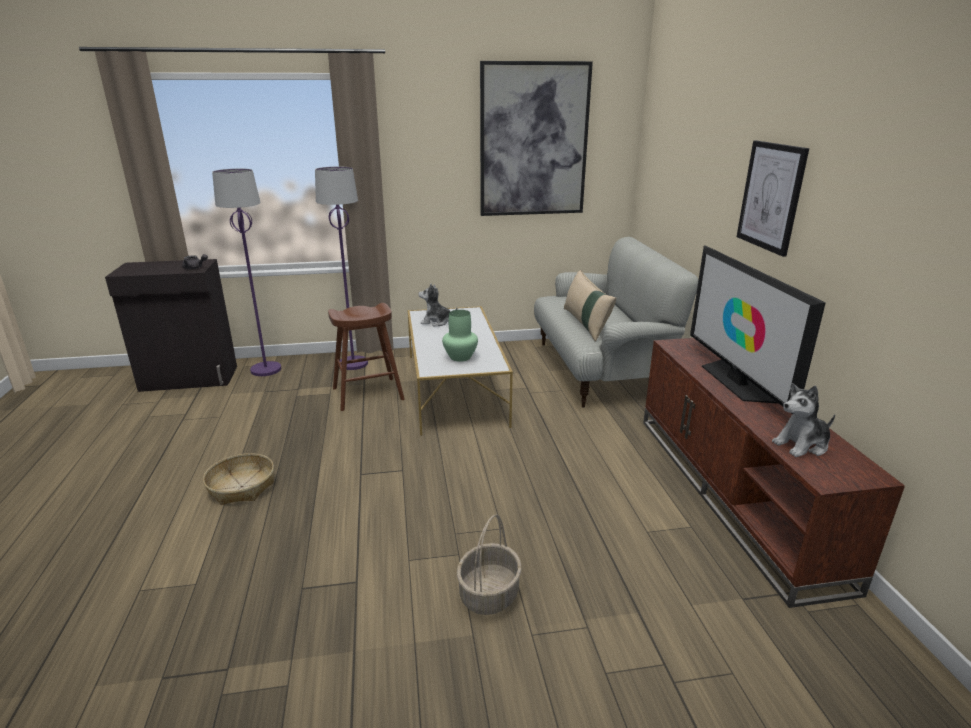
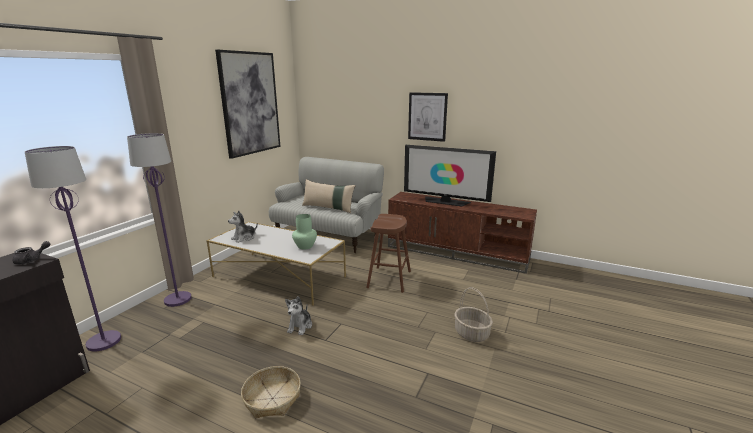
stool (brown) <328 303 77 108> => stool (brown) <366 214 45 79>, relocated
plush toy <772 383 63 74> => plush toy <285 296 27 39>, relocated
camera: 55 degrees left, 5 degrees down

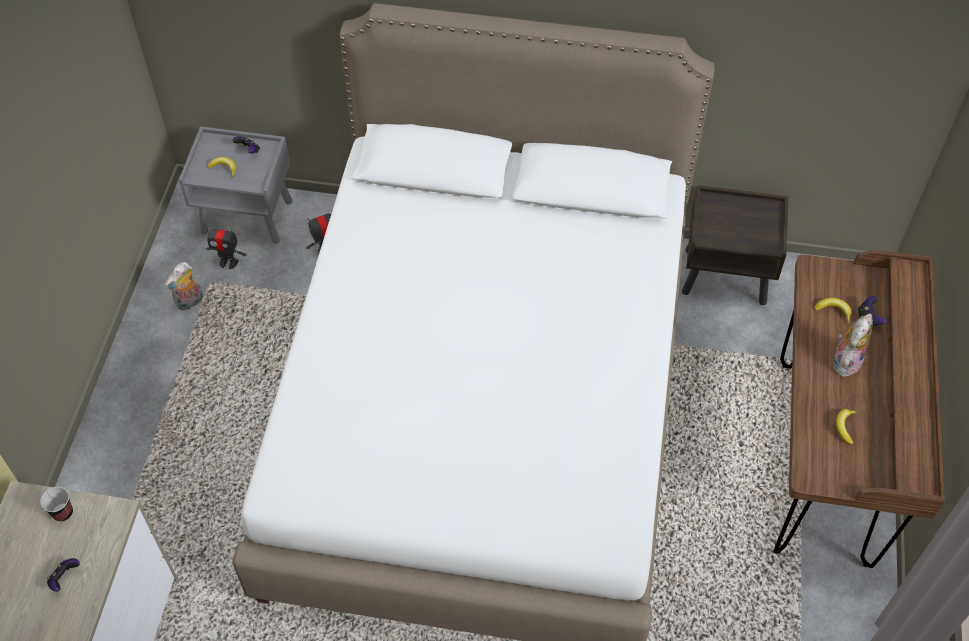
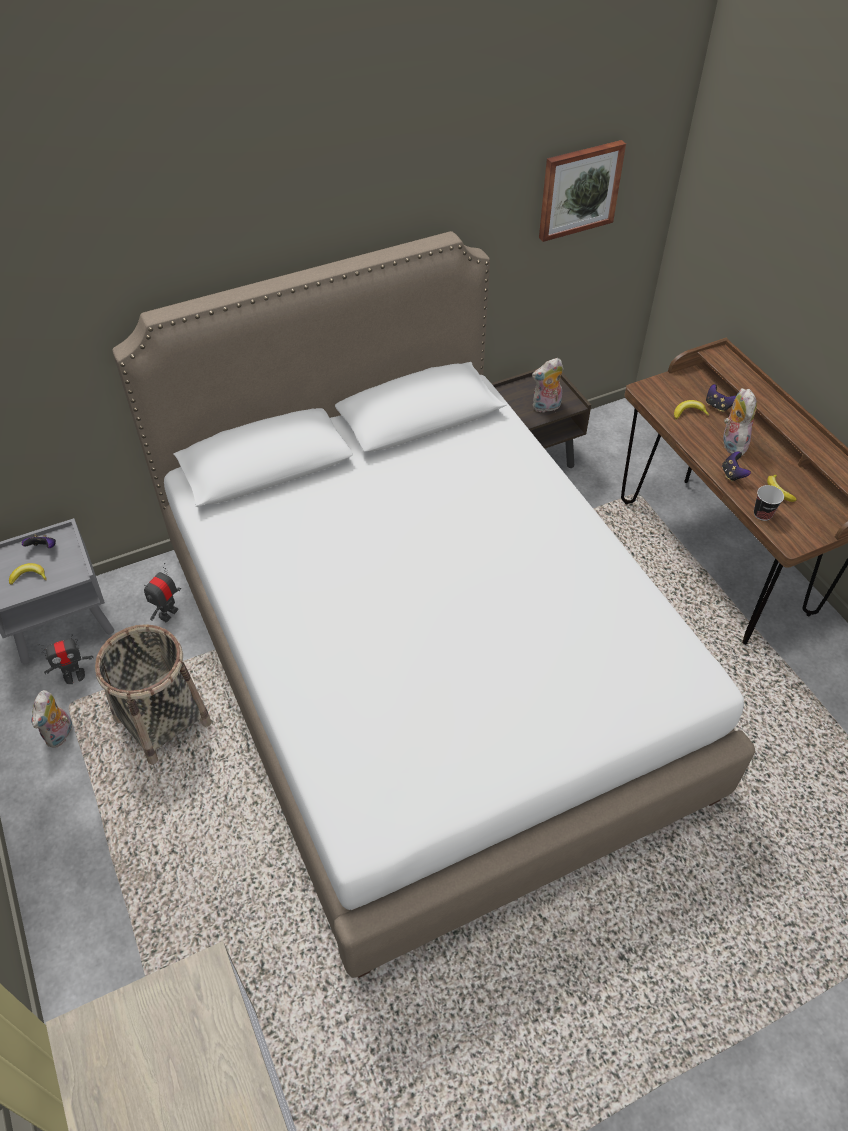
nothing => basket <95 624 117 141>
nothing => plush toy <532 358 32 55>
nothing => picture <539 140 87 102>
cup <40 487 33 35> => cup <754 485 30 36>, relocated
game controller <47 558 33 34> => game controller <722 451 29 31>, relocated
camera: 35 degrees left, 5 degrees down

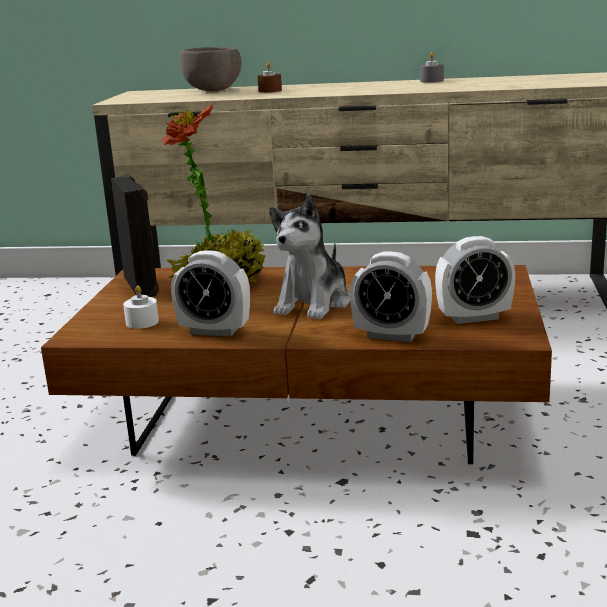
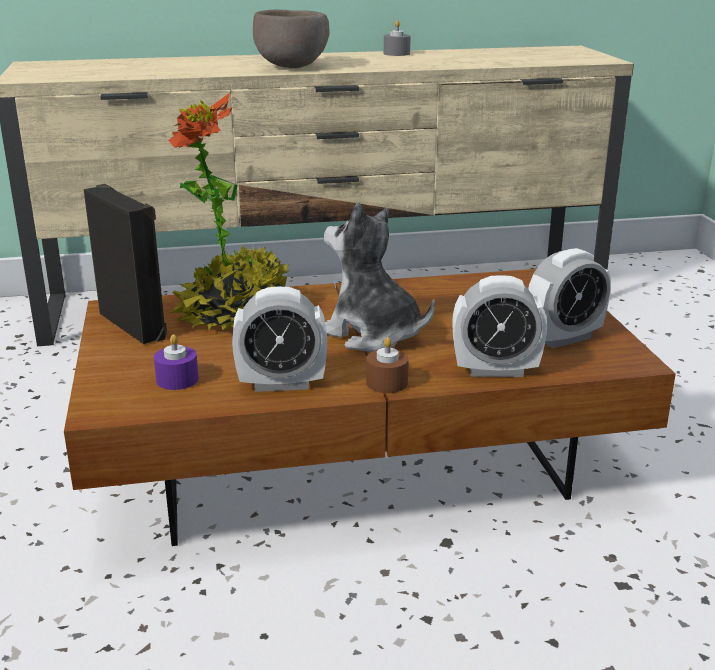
bowl (brown) <180 47 61 44> => bowl (brown) <253 10 77 58>, relocated
candle (brown) <257 62 25 31> => candle (brown) <366 337 43 56>, relocated
candle (white) <123 285 36 44> => candle (purple) <154 334 45 56>
plush toy <269 194 81 126> => plush toy <324 202 111 150>, 120 degrees clockwise
camera: 20 degrees left, 5 degrees up

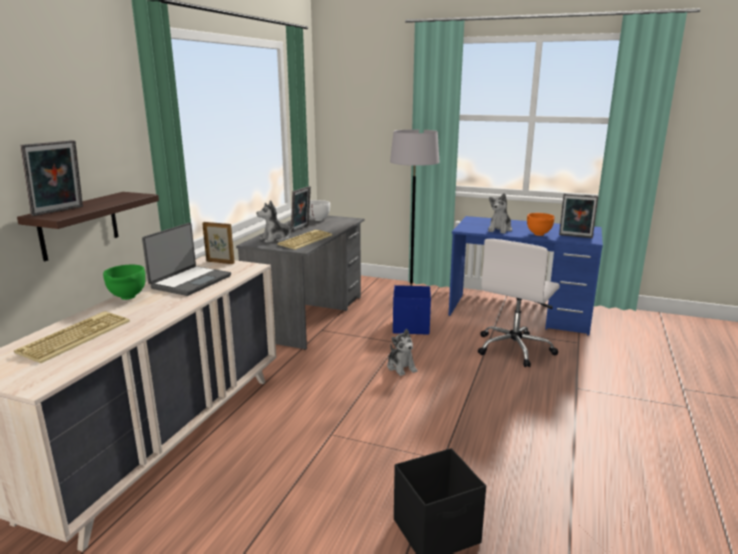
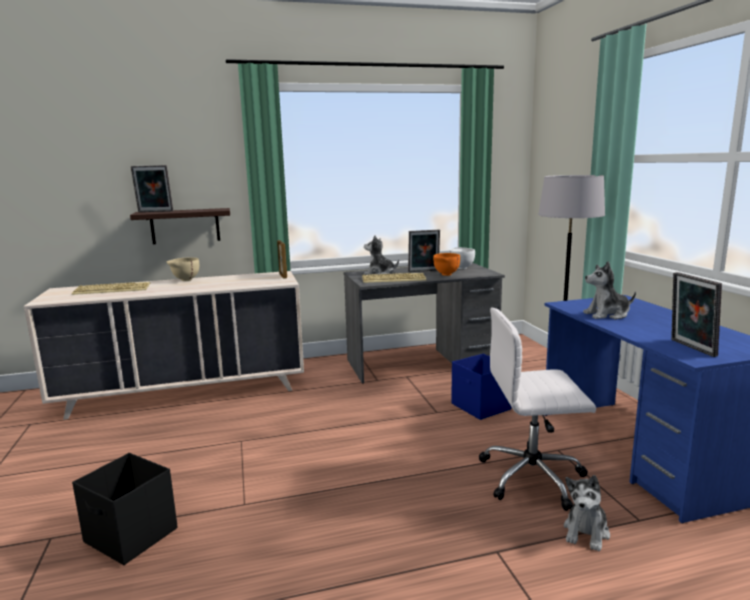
laptop <142 223 89 73> => nothing
plush toy <387 329 30 47> => plush toy <564 475 46 76>, relocated
bowl (orange) <527 213 27 23> => bowl (orange) <433 253 27 23>, relocated
bowl (green) <103 265 43 35> => bowl (beige) <167 257 32 24>
camera: 55 degrees right, 5 degrees down

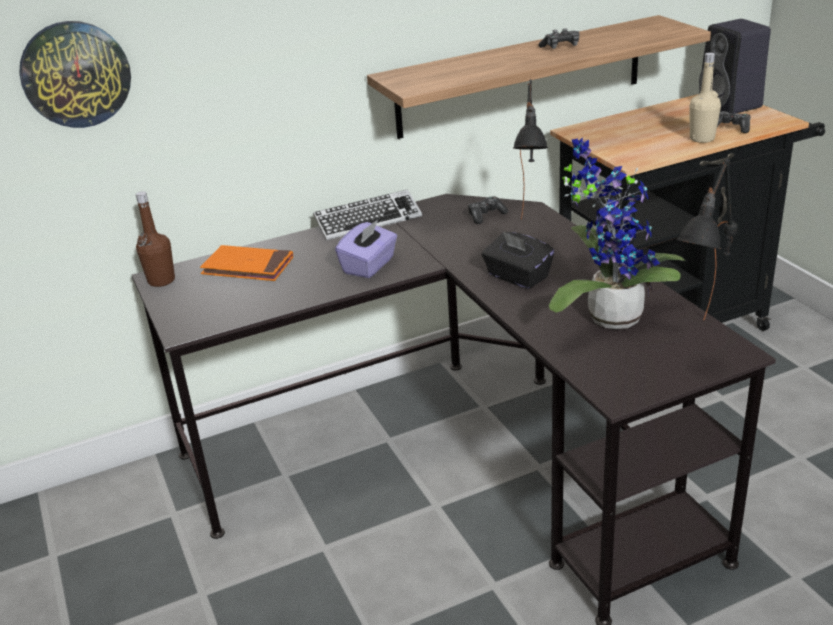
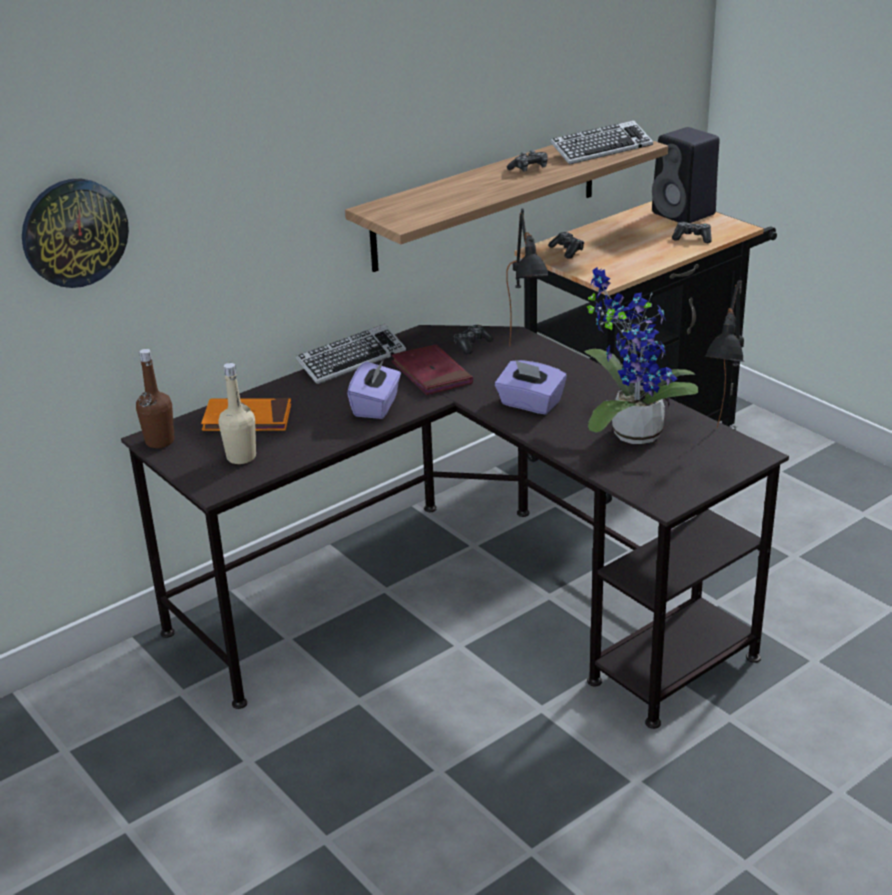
nothing => book (red) <391 344 82 51>
nothing => game controller <548 232 36 27>
nothing => keyboard <550 120 103 45>
bottle (beige) <690 52 31 91> => bottle (beige) <218 363 38 101>, relocated
tissue box (black) <482 231 73 58> => tissue box (purple) <495 360 72 55>
camera: 15 degrees left, 0 degrees up

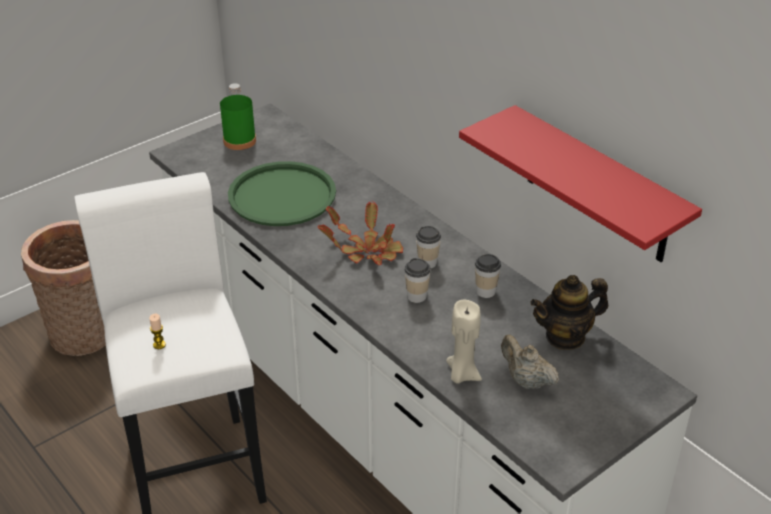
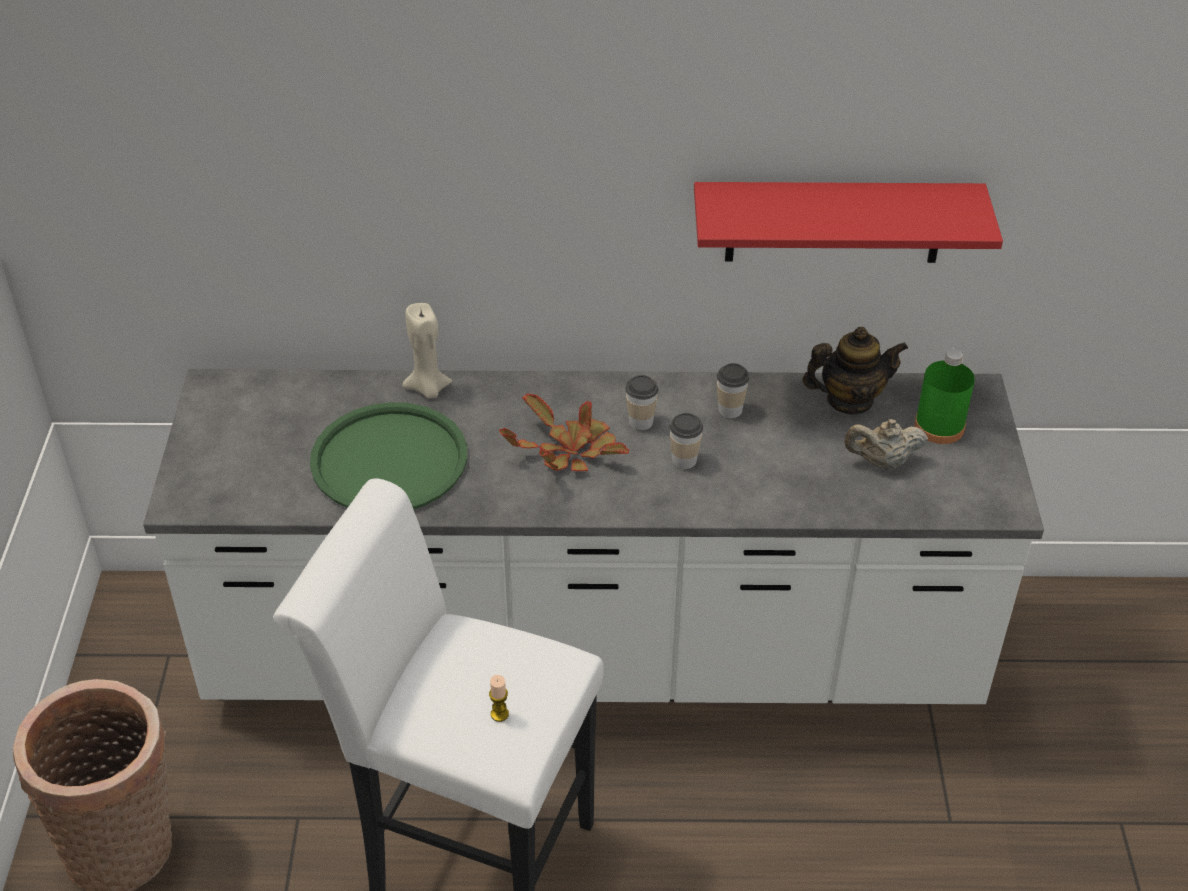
bottle (green) <220 83 36 67> => bottle (green) <914 349 61 95>, relocated
candle (beige) <446 300 36 84> => candle (beige) <403 303 49 95>, relocated
teapot <530 275 78 75> => teapot <802 327 106 88>, 120 degrees counterclockwise
camera: 50 degrees left, 5 degrees up

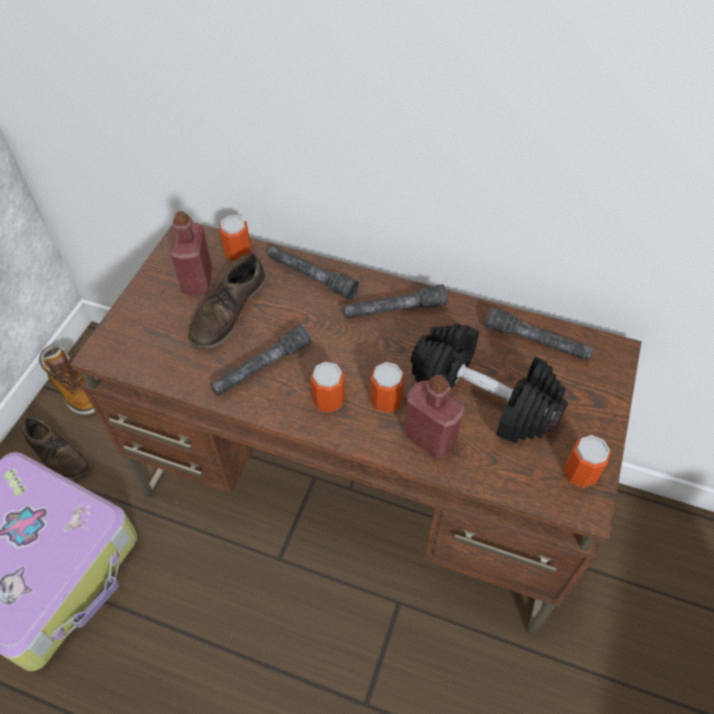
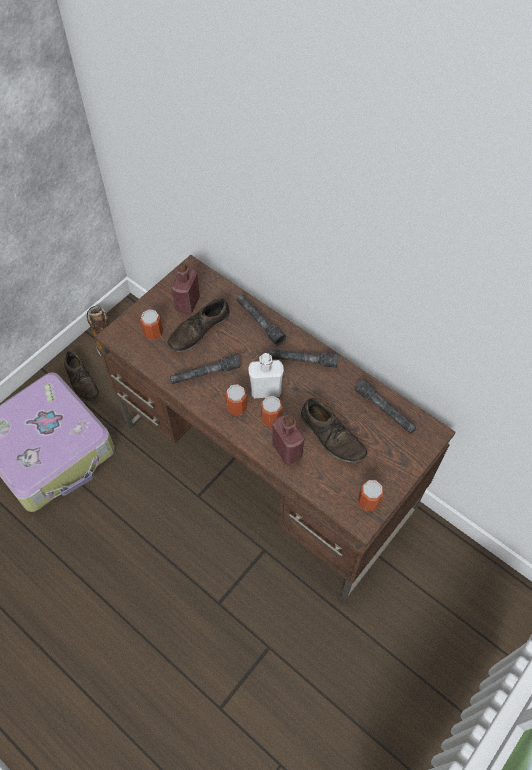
nothing => bottle (white) <248 353 36 45>
can <220 215 31 47> => can <140 309 23 31>, relocated
dumbbell (black) <411 323 157 120> => shoe (brown) <301 398 66 65>
camera: 20 degrees right, 5 degrees up

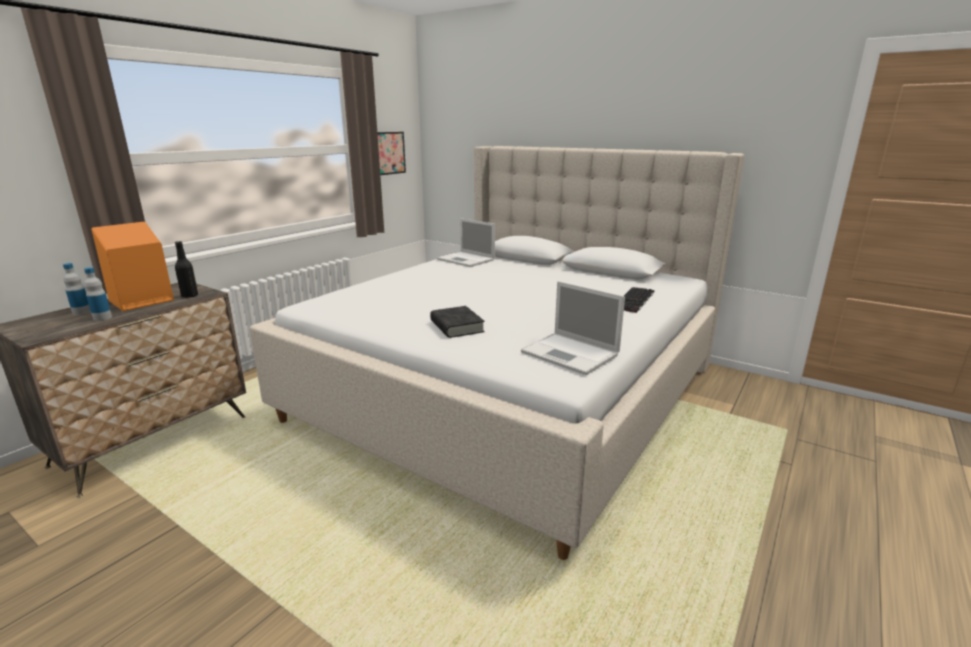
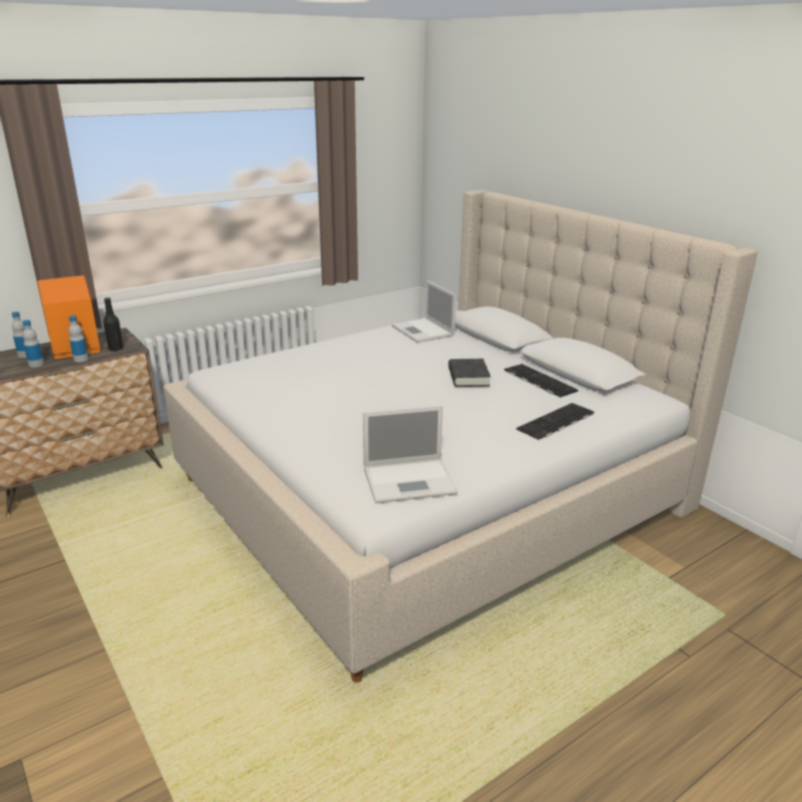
picture <377 132 29 43> => nothing
nothing => bottle <69 316 20 46>
nothing => keyboard <504 364 74 34>
book (black) <430 306 55 32> => book (black) <448 359 43 28>, relocated
laptop <521 281 104 94> => laptop <363 405 95 98>, 75 degrees counterclockwise
camera: 20 degrees right, 5 degrees up

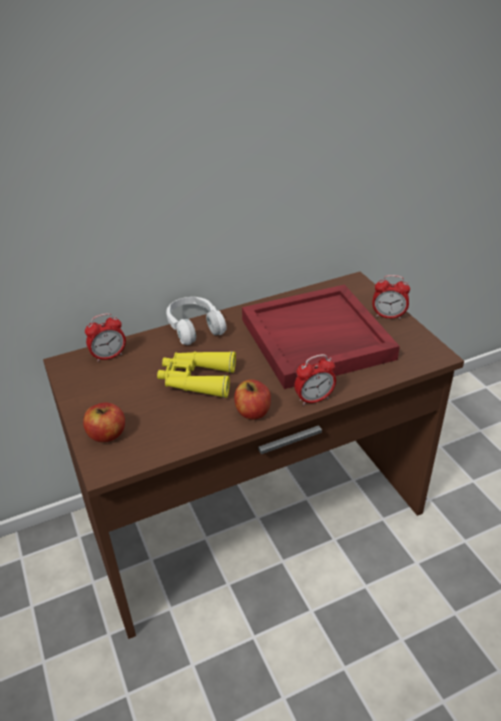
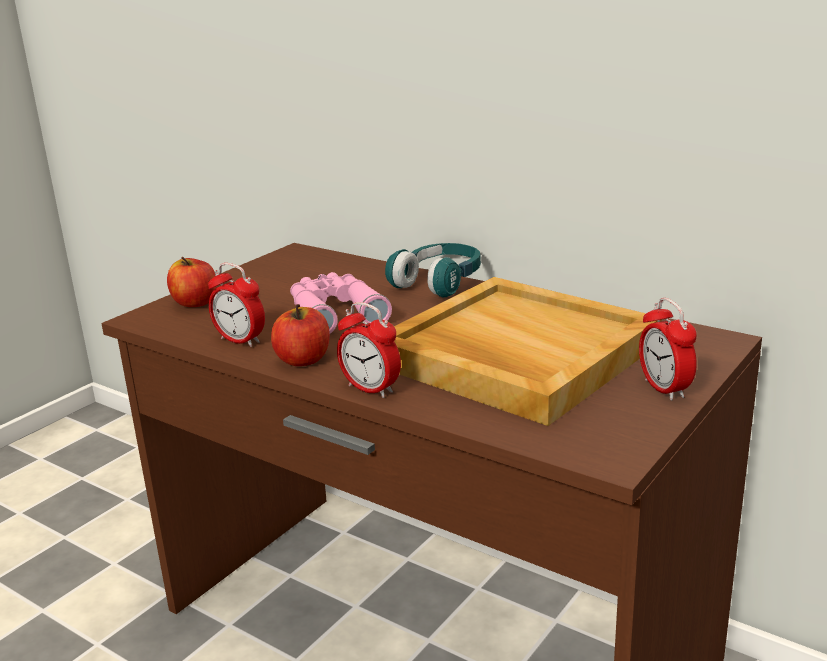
alarm clock <85 313 41 49> => alarm clock <208 263 57 84>, relocated
binoculars (yellow) <157 351 79 47> => binoculars (pink) <290 272 102 62>
headphones (white) <166 297 60 48> => headphones (turquoise) <385 243 96 54>
tray (red) <242 285 158 104> => tray (beige) <394 277 268 149>
camera: 60 degrees right, 15 degrees down

